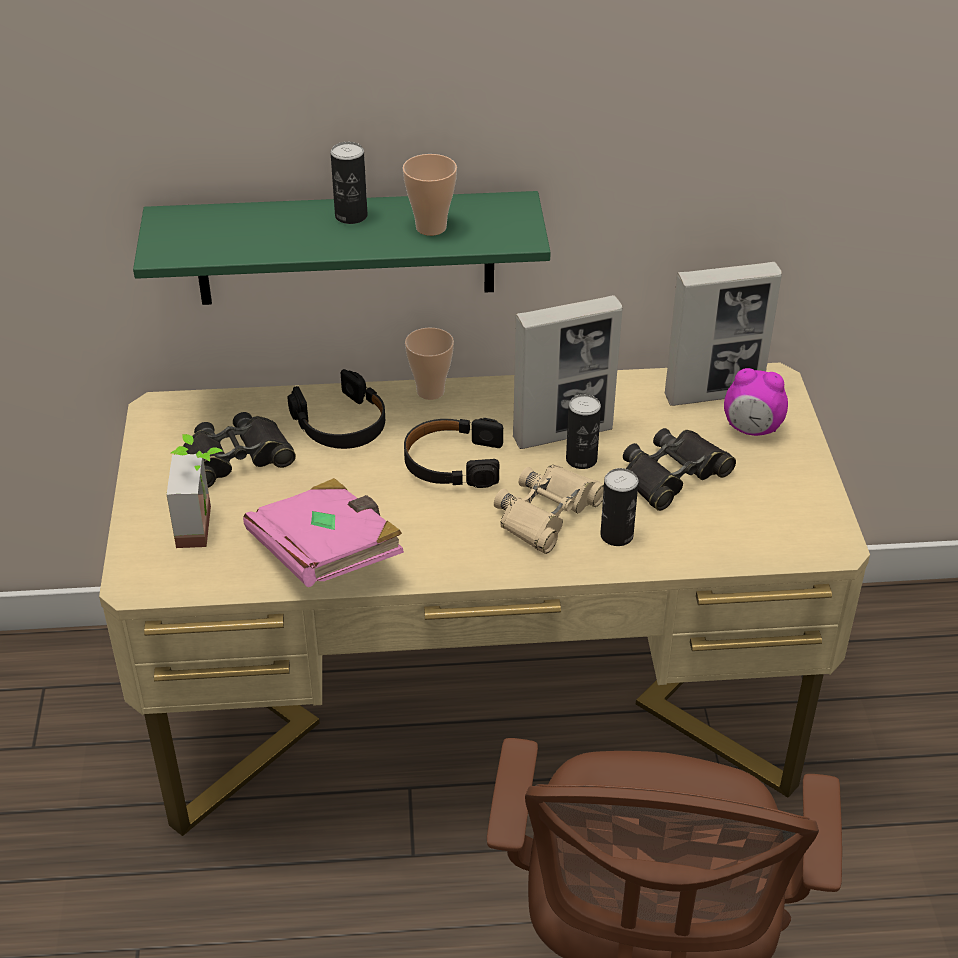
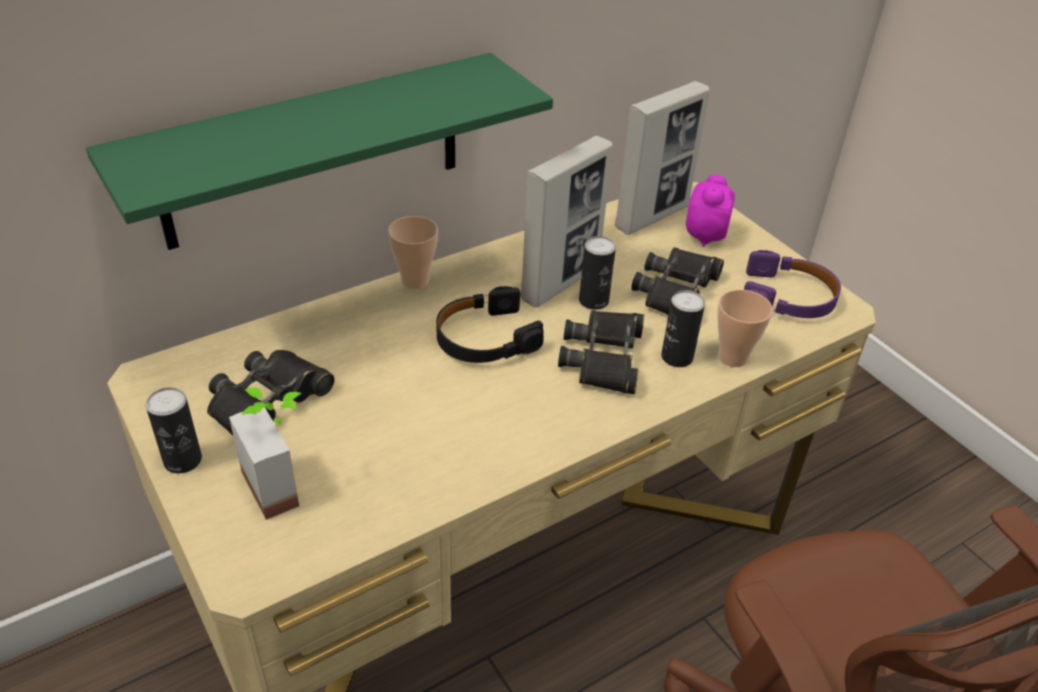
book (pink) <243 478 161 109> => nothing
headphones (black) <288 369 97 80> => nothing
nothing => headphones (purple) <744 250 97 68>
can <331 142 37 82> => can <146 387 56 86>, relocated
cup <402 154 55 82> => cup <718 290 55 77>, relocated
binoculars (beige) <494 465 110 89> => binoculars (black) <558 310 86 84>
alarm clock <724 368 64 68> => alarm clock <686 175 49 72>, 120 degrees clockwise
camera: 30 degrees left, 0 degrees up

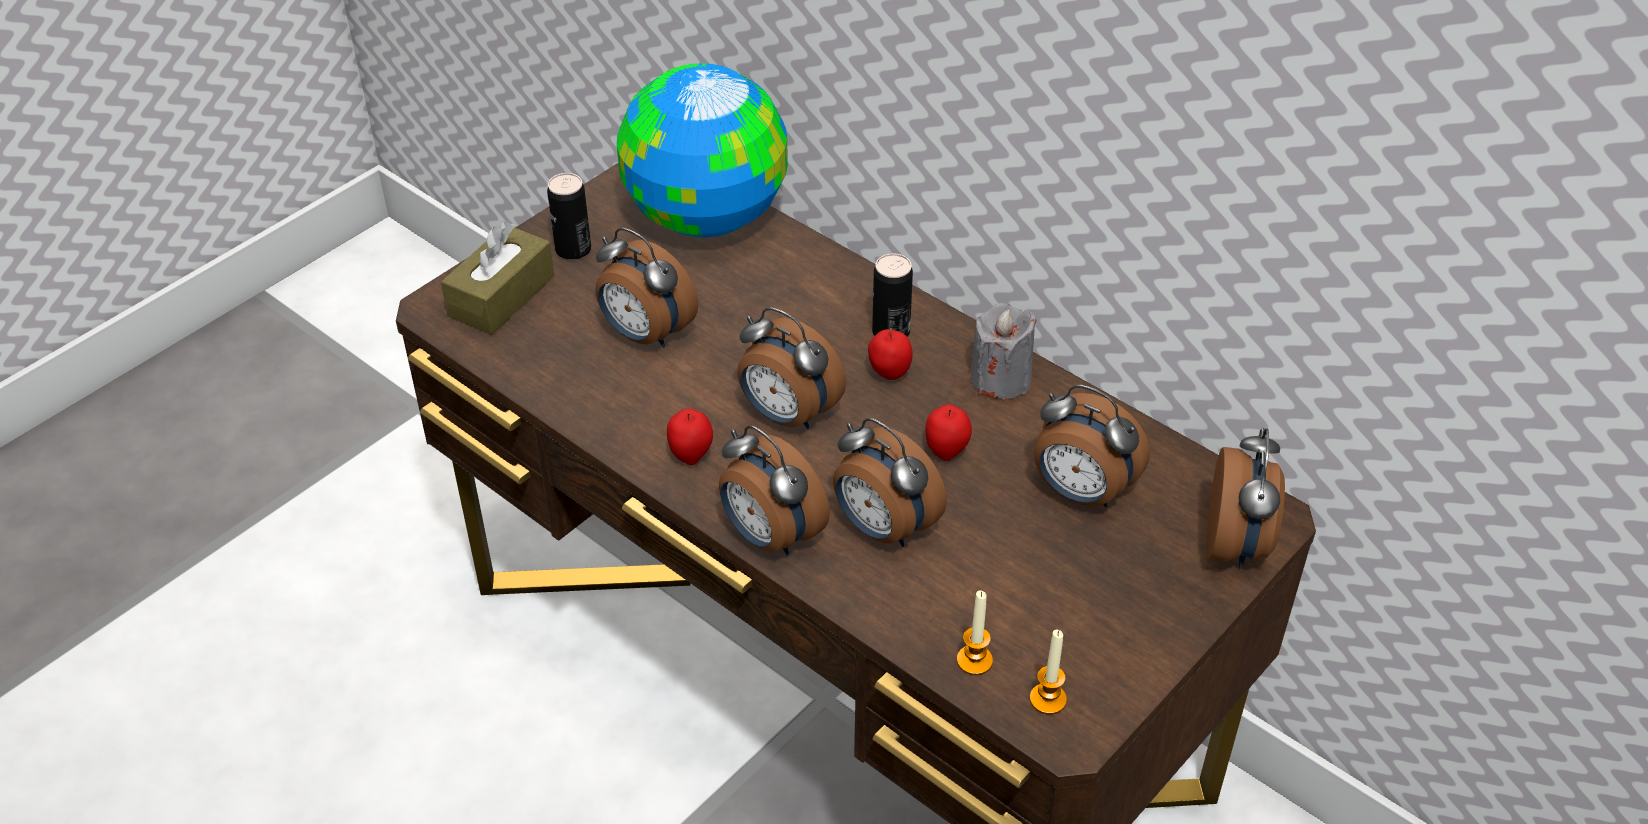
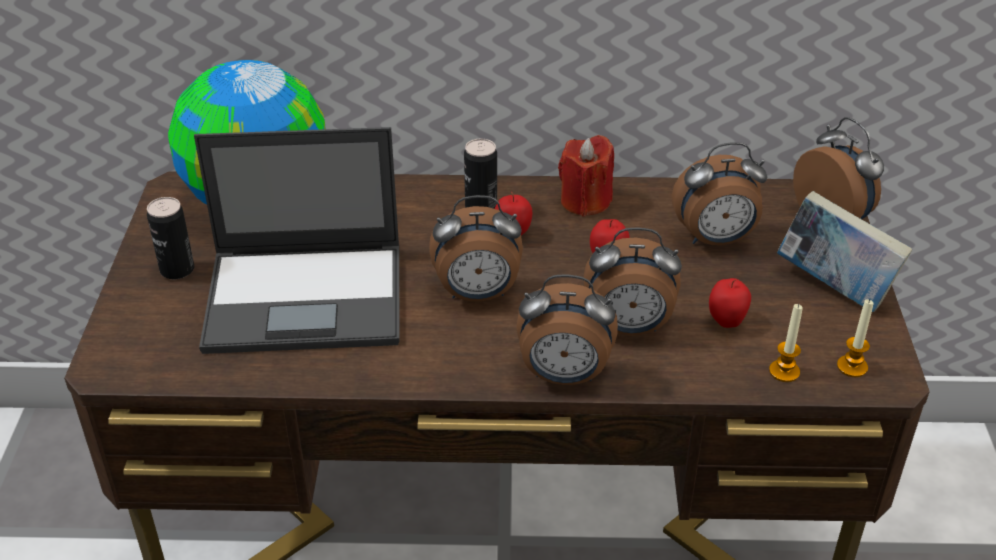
tissue box (brown) <441 221 114 114> => nothing
nothing => book <777 191 135 121>
apple <667 408 46 57> => apple <709 278 42 50>, relocated
alarm clock <596 228 102 120> => laptop <194 127 206 227>
candle (grey) <970 303 67 96> => candle (red) <558 135 56 82>
camera: 40 degrees left, 5 degrees down

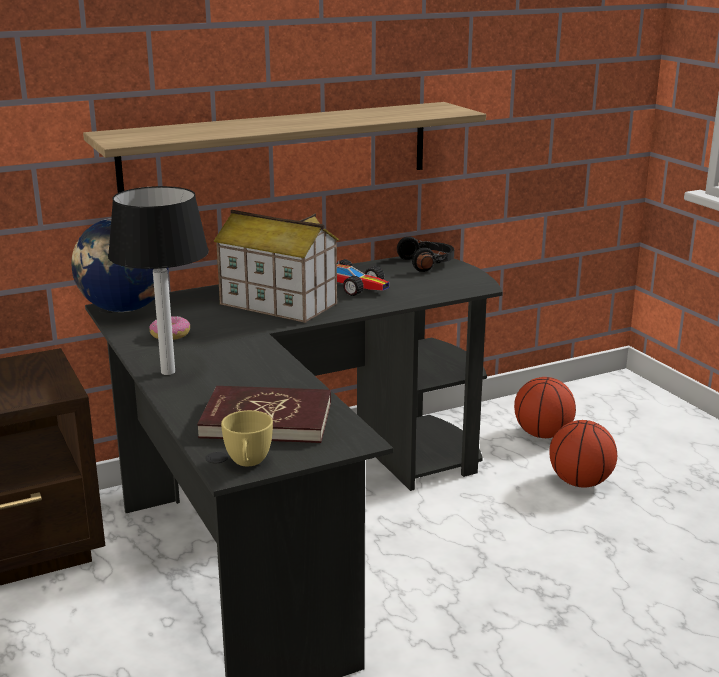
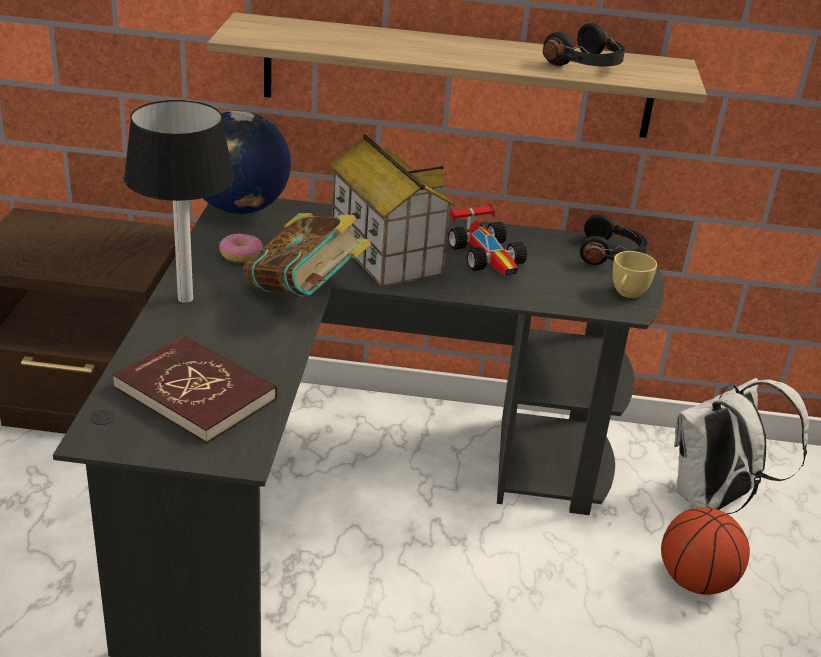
nothing => book <244 213 127 84>
nothing => headphones (black) <543 23 82 43>
cup (yellow) <221 410 52 56> => cup (yellow) <613 251 44 47>, relocated
basketball <514 377 62 61> => backpack (white) <674 378 135 136>
camera: 30 degrees right, 10 degrees up

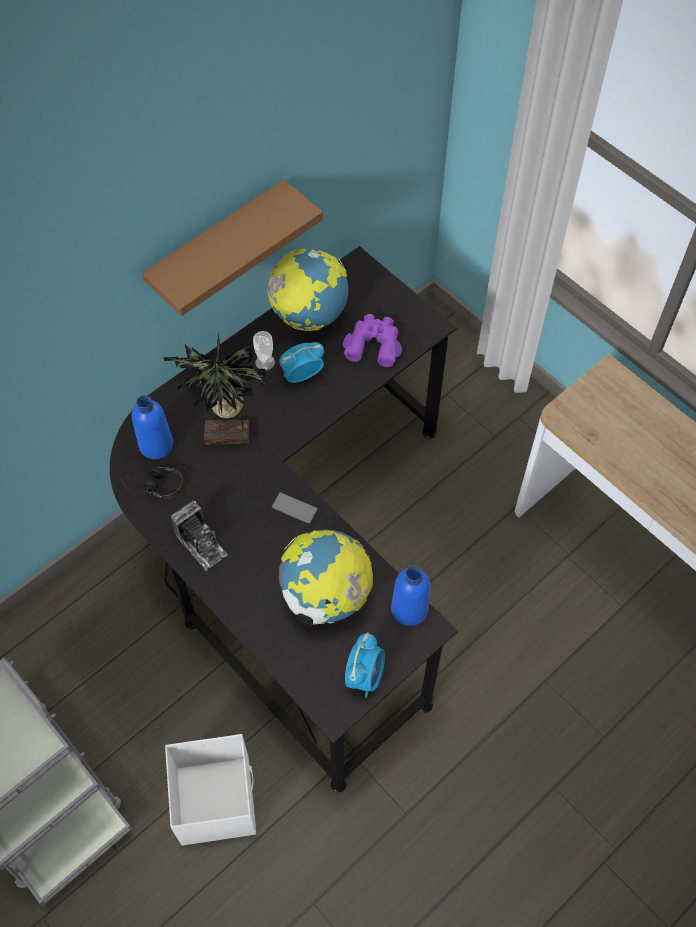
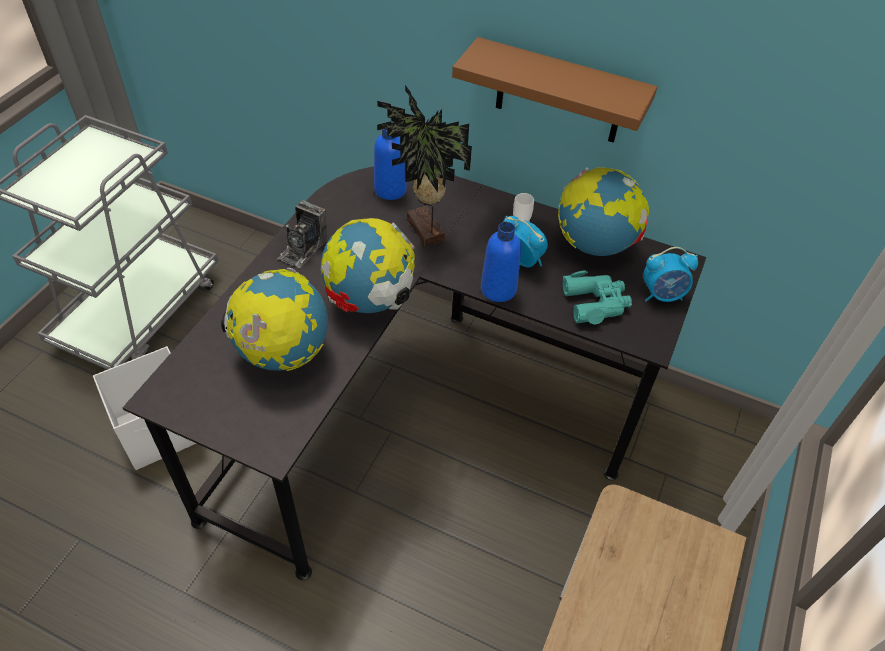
headphones <121 466 62 34> => nothing
alarm clock <345 632 40 66> => alarm clock <643 247 55 55>, relocated
bottle (blue) <391 566 39 60> => bottle (blue) <481 222 40 80>, relocated
phone <271 492 47 32> => globe <321 218 94 95>
binoculars (purple) <343 314 59 53> => binoculars (turquoise) <562 271 70 54>
camera: 65 degrees right, 10 degrees down

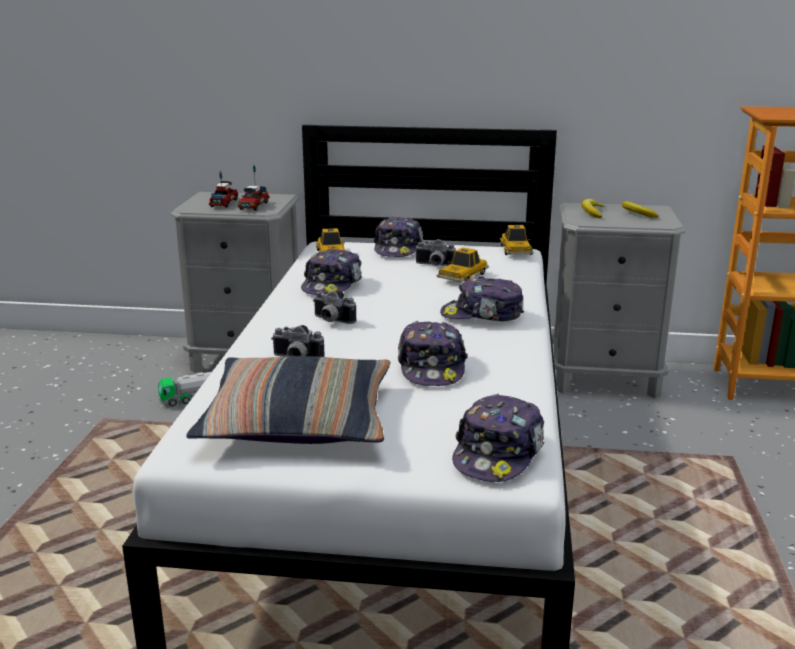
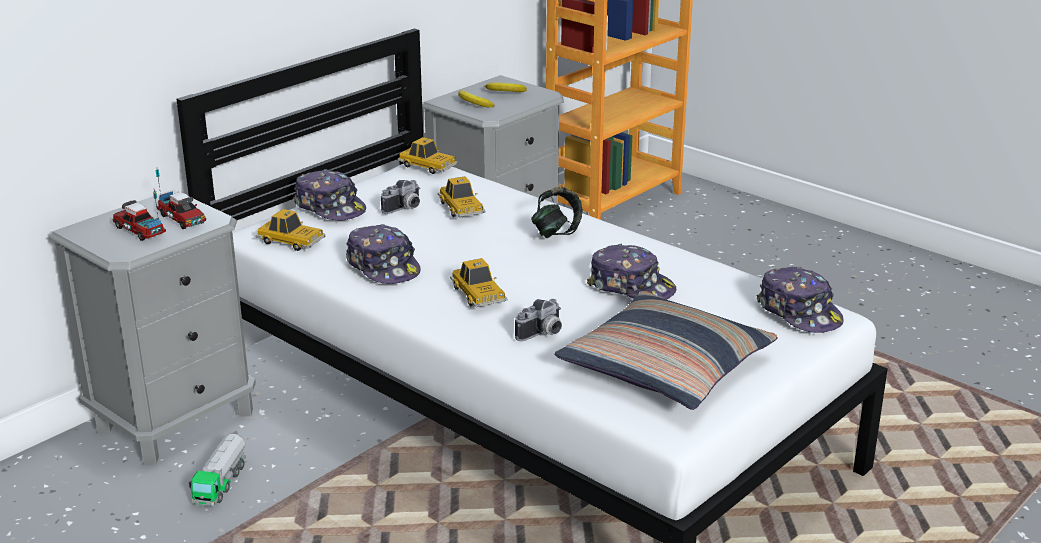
photo camera <313 291 43 33> => toy car <450 258 58 49>
cap <440 276 84 45> => headphones <531 187 52 51>
camera: 55 degrees left, 5 degrees up

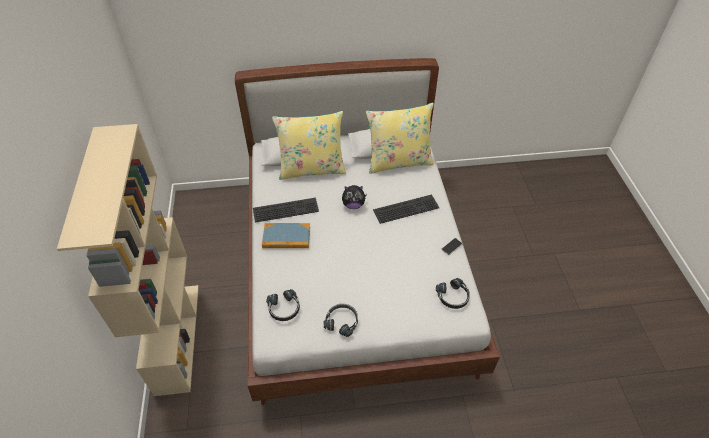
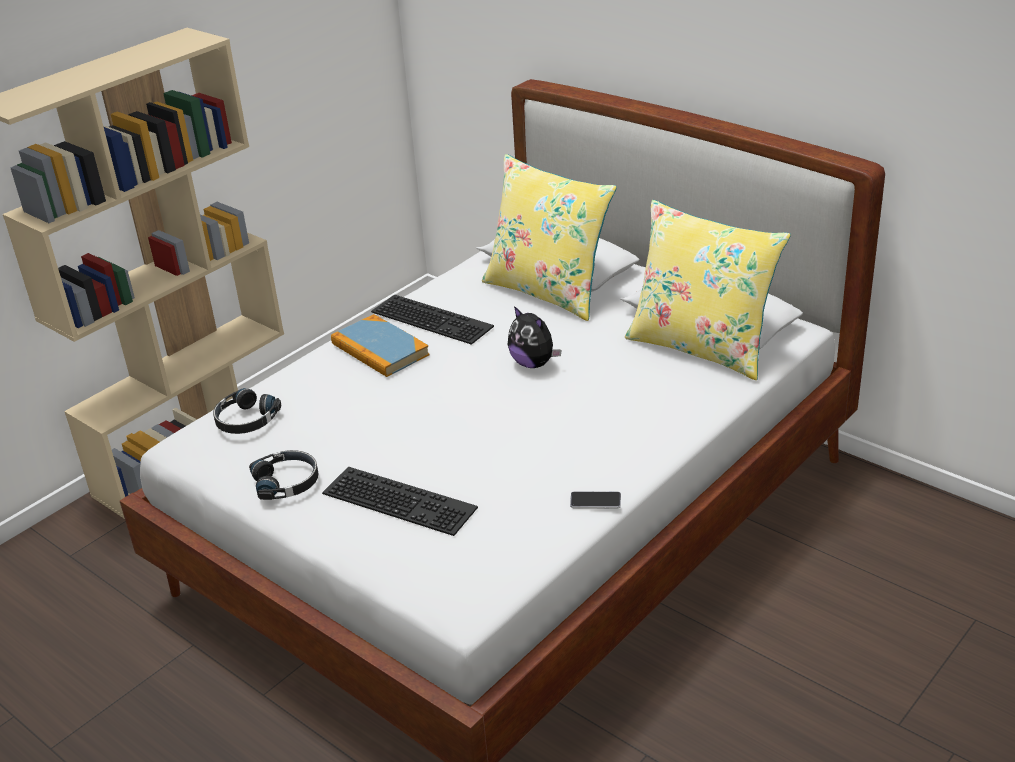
headphones (black) <436 278 34 31> => nothing
keyboard <373 195 67 29> => keyboard <322 467 156 69>, relocated
camera: 50 degrees right, 15 degrees down

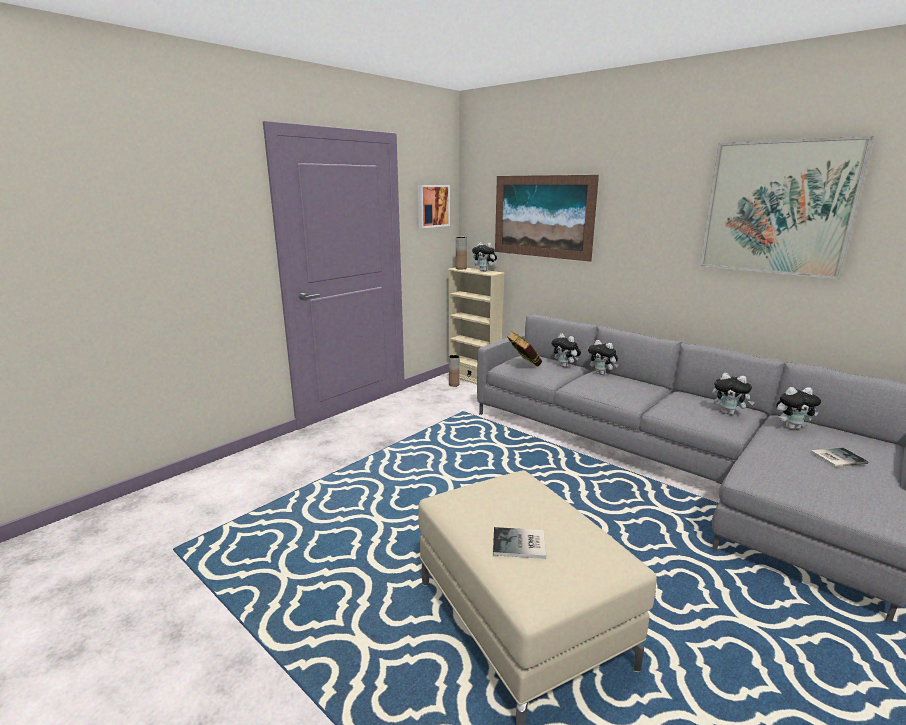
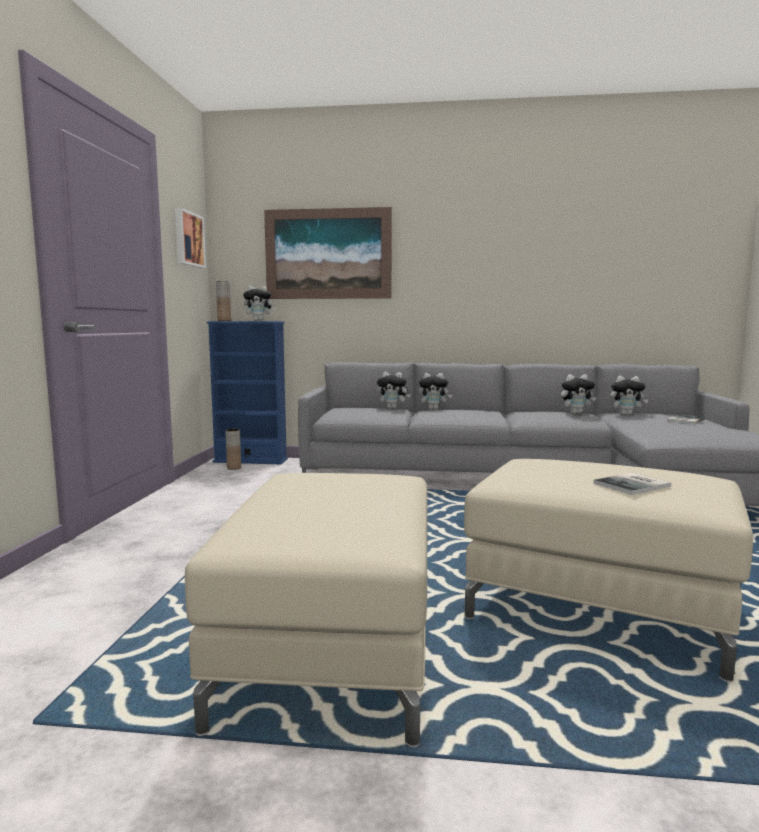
book <507 331 36 36> => nothing
picture <700 136 174 143> => nothing
nothing => ottoman (beige) <185 473 242 274>
bookcase (beige) <447 267 58 117> => bookcase (blue) <207 321 81 143>
plush toy <776 387 45 43> => plush toy <610 376 38 39>, 45 degrees clockwise
camera: 35 degrees left, 10 degrees down

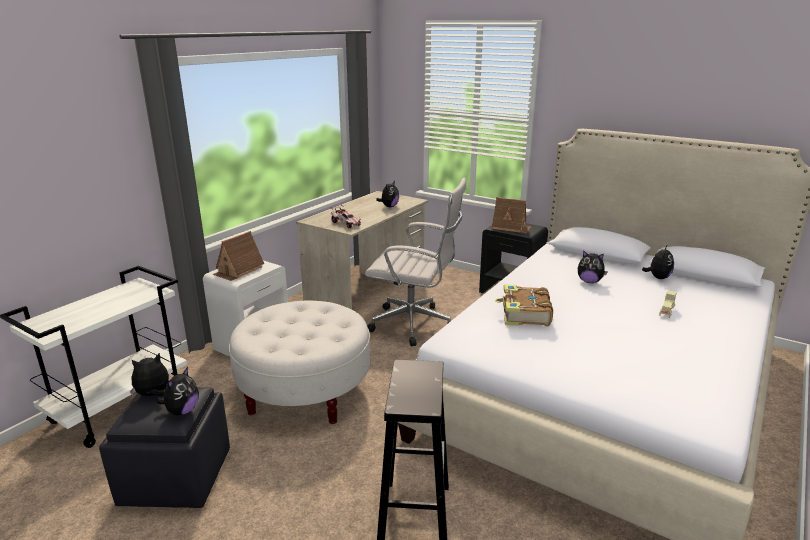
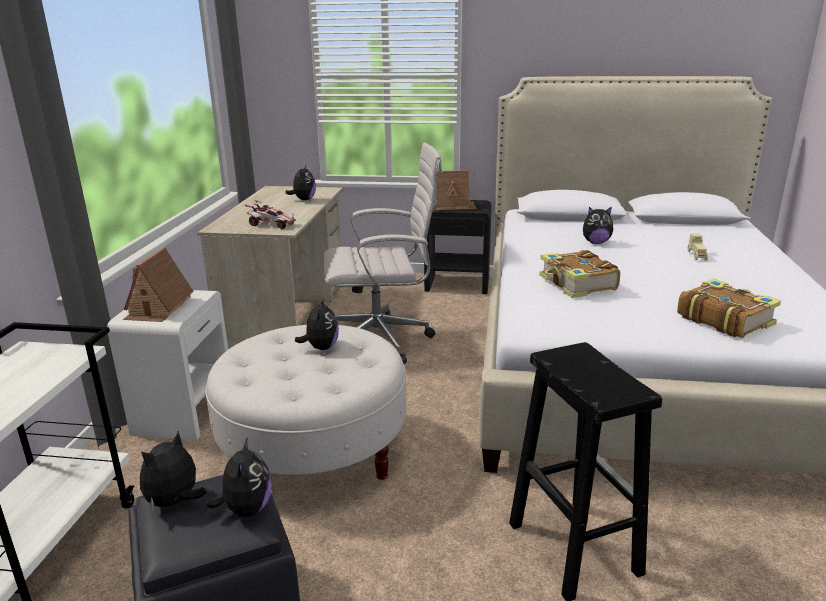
nothing => book <677 279 104 59>
plush toy <642 246 32 33> => plush toy <295 298 44 52>, relocated
camera: 25 degrees left, 0 degrees up

